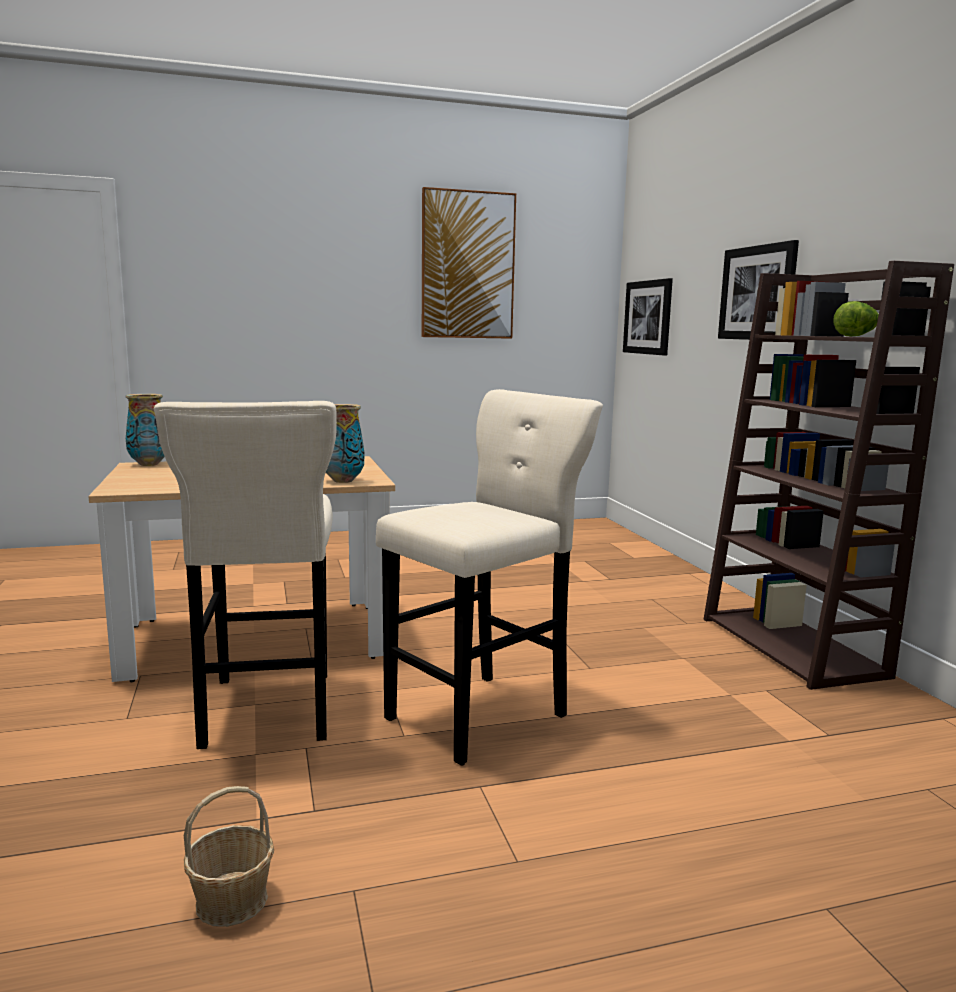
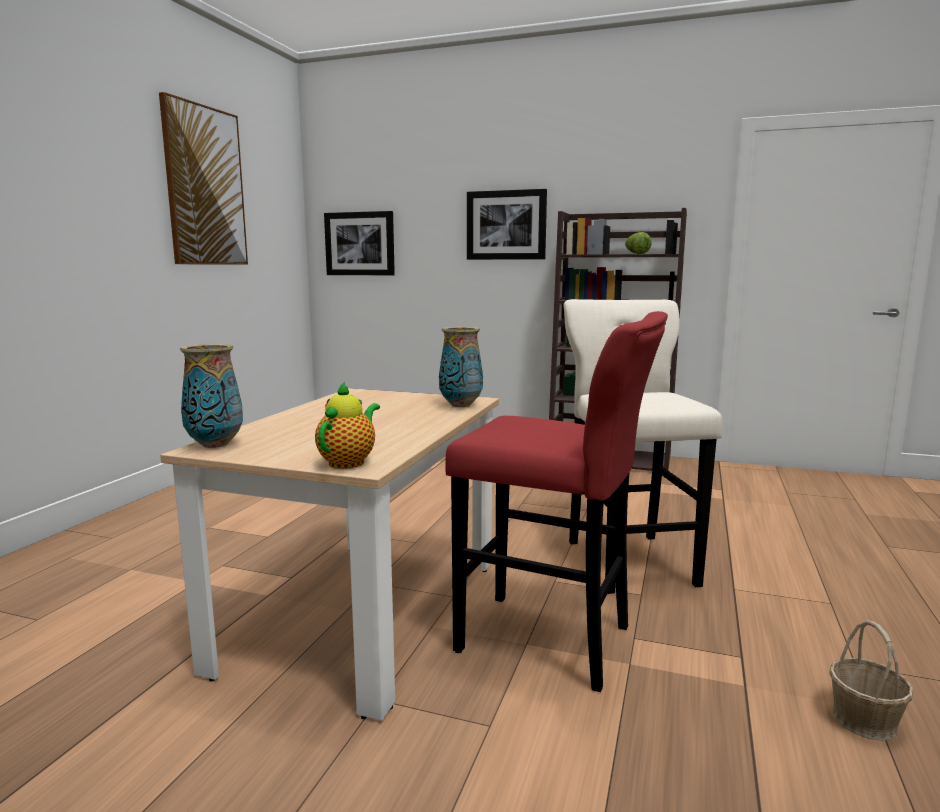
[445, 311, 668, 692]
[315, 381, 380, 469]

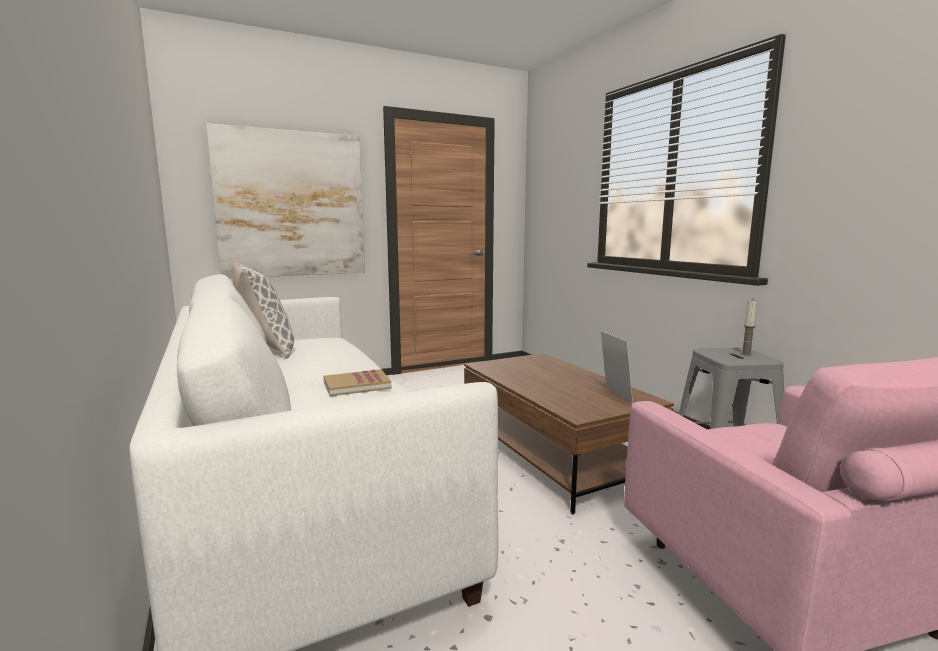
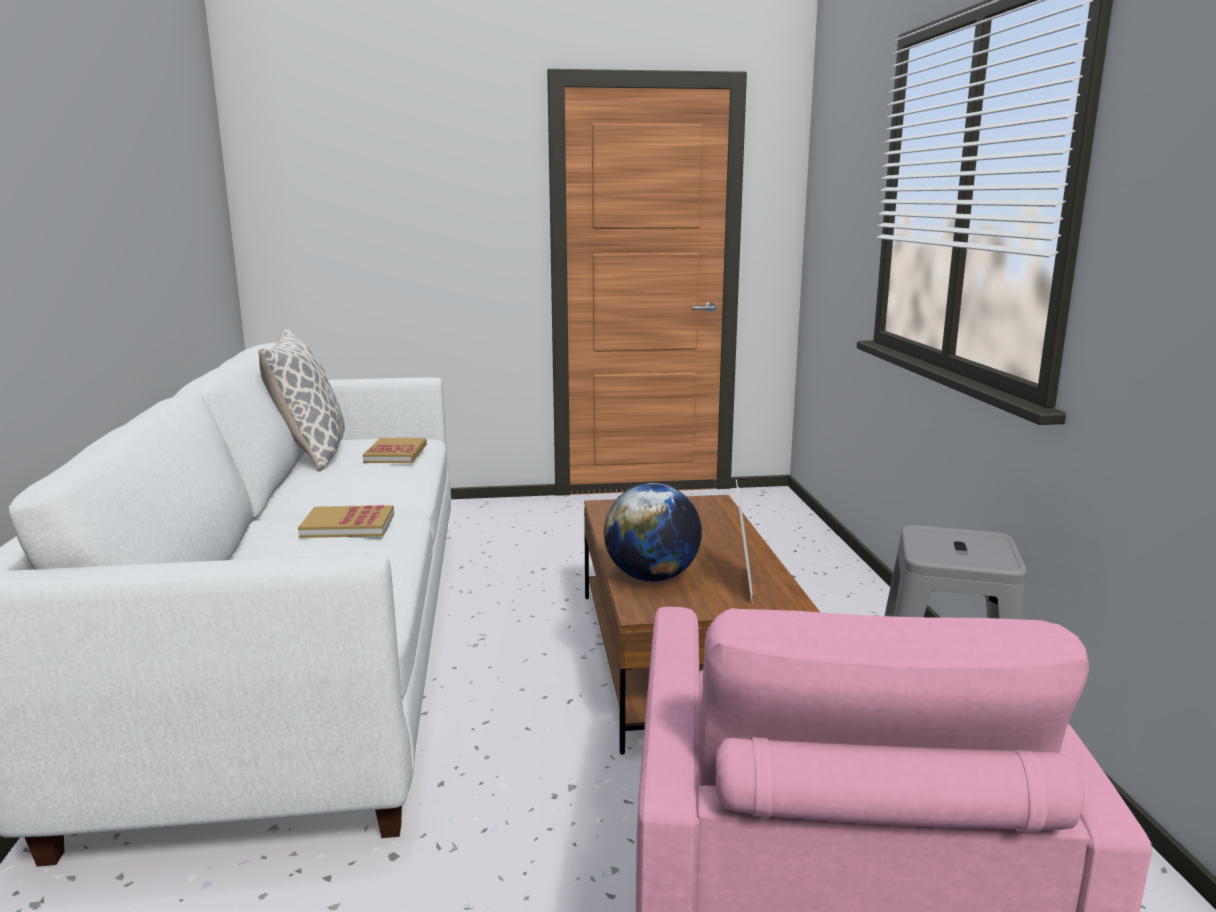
[206, 123, 365, 278] (first image)
[741, 299, 758, 356] (first image)
[363, 438, 427, 463]
[604, 483, 702, 582]

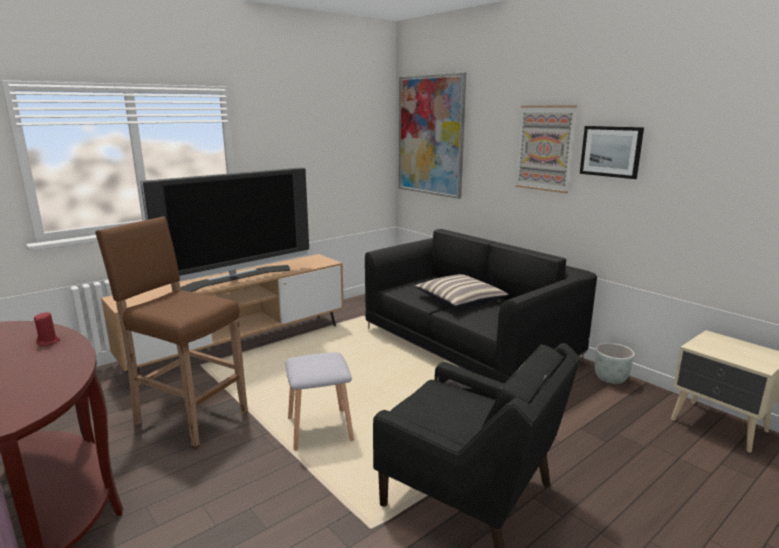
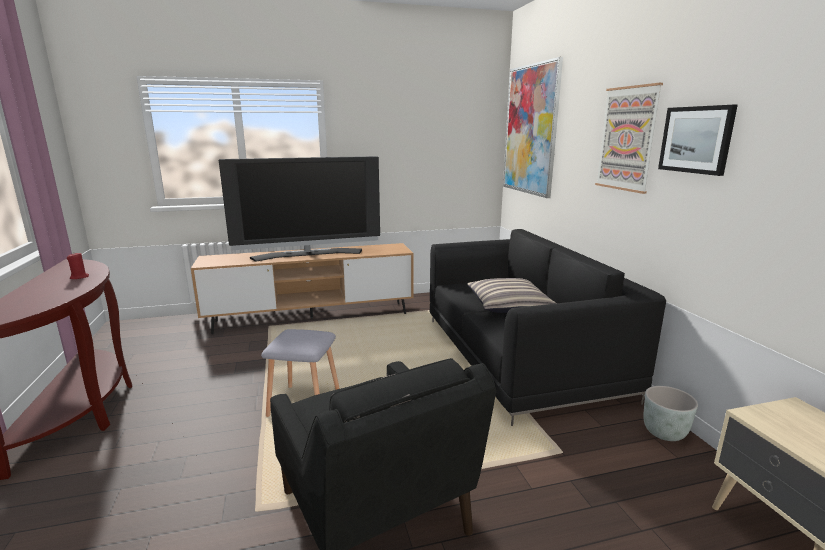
[95, 216, 248, 449] (first image)

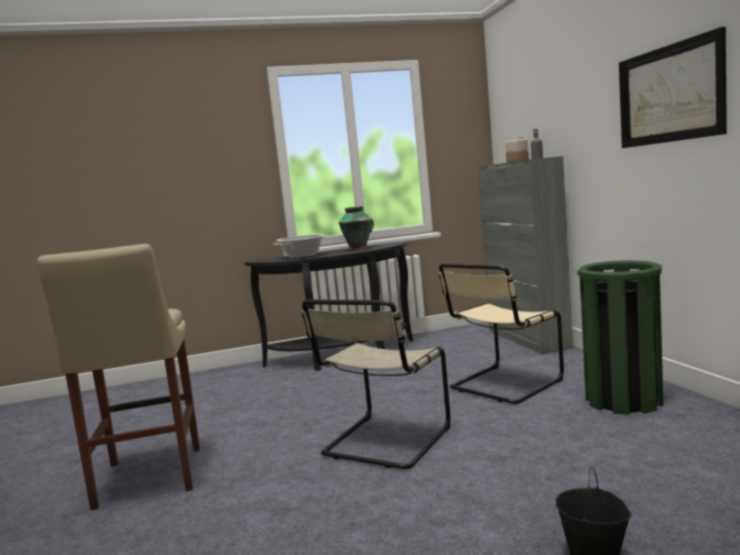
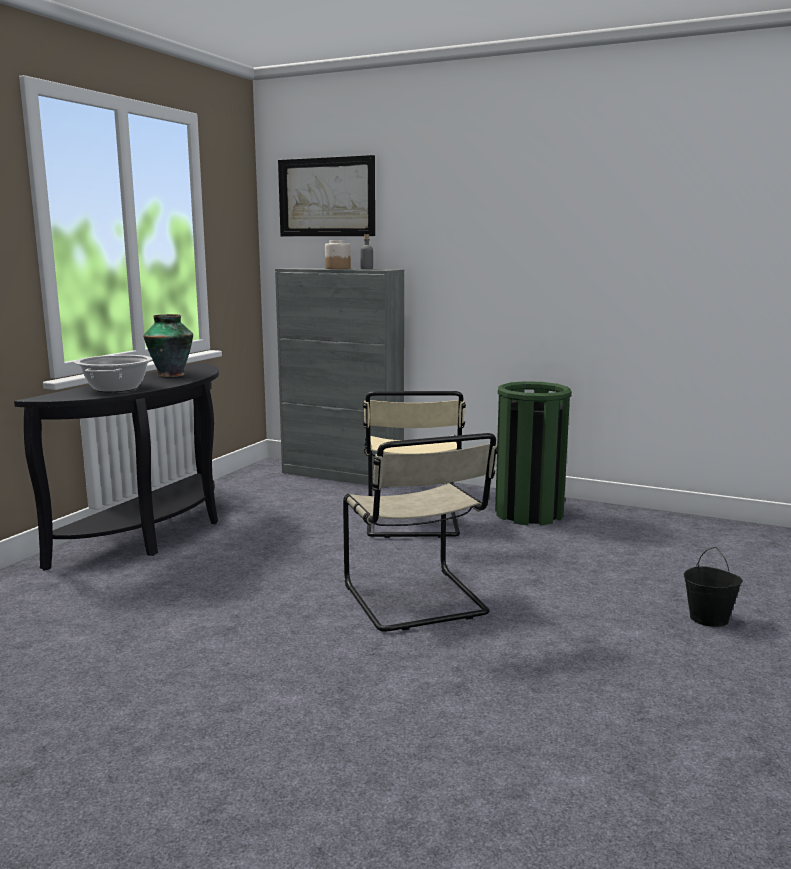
[278, 155, 375, 236]
[37, 244, 200, 510] (first image)

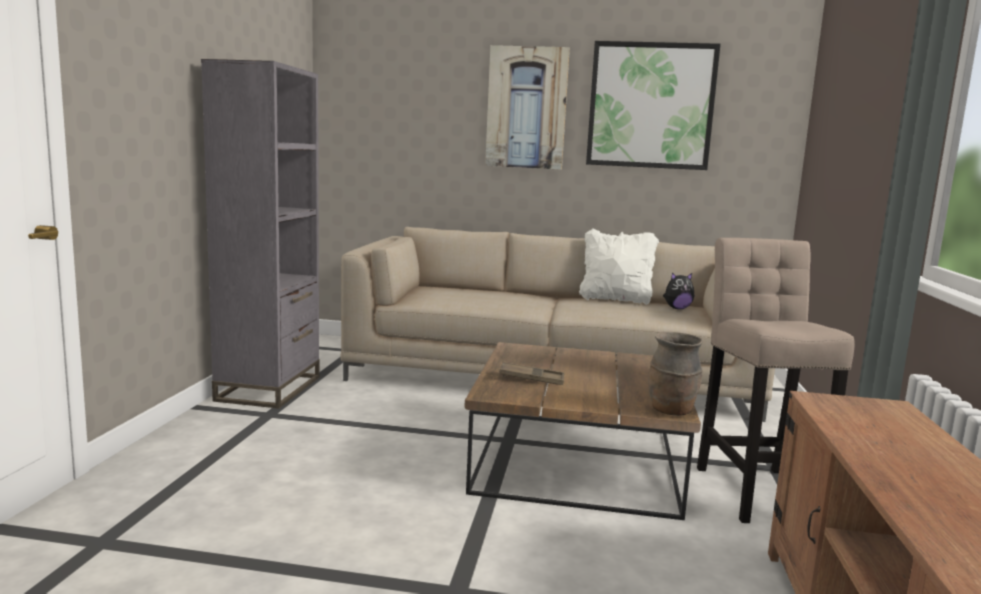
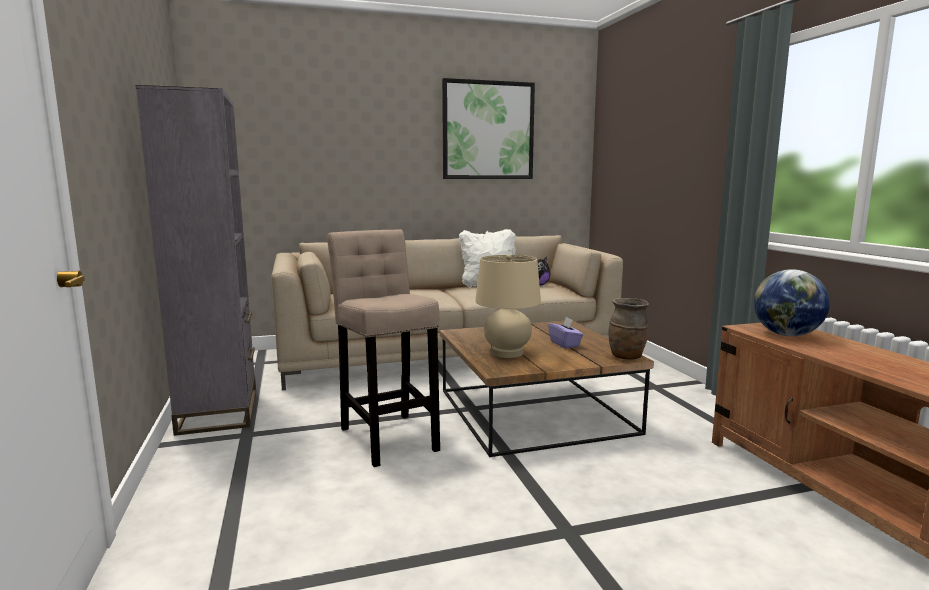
[485, 45, 570, 170] (first image)
[327, 229, 440, 467]
[475, 254, 541, 358]
[754, 269, 830, 336]
[548, 317, 583, 348]

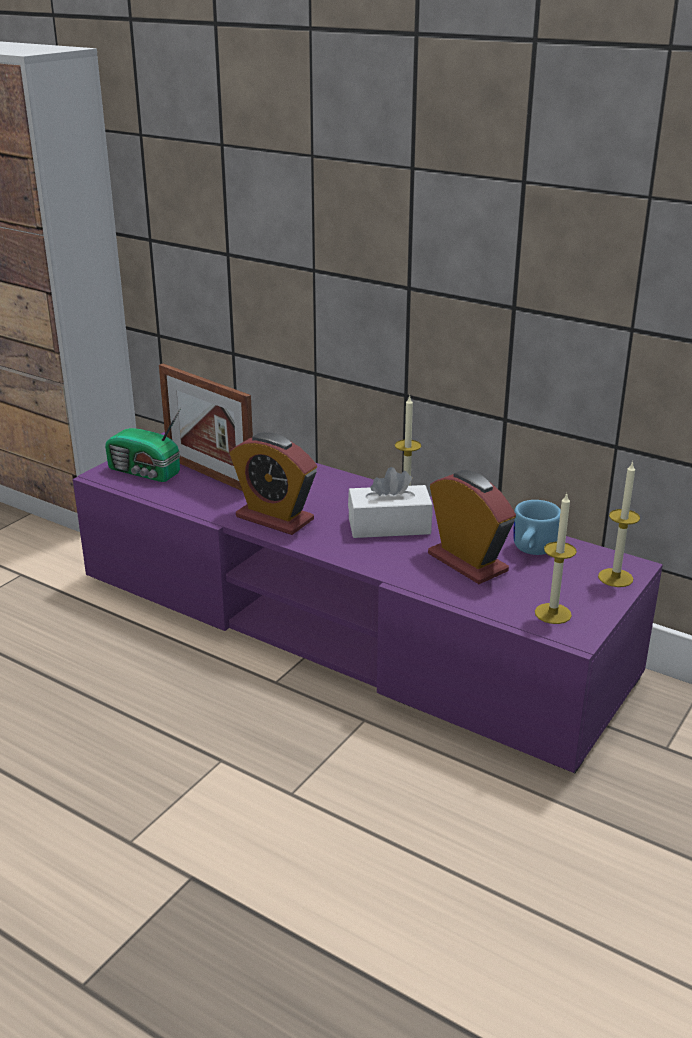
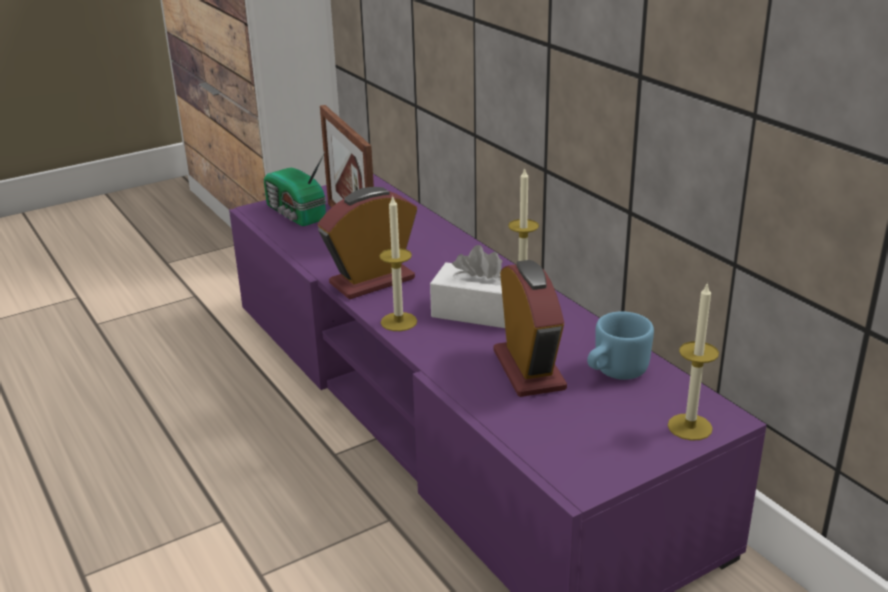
[318, 187, 417, 299]
[379, 195, 417, 331]

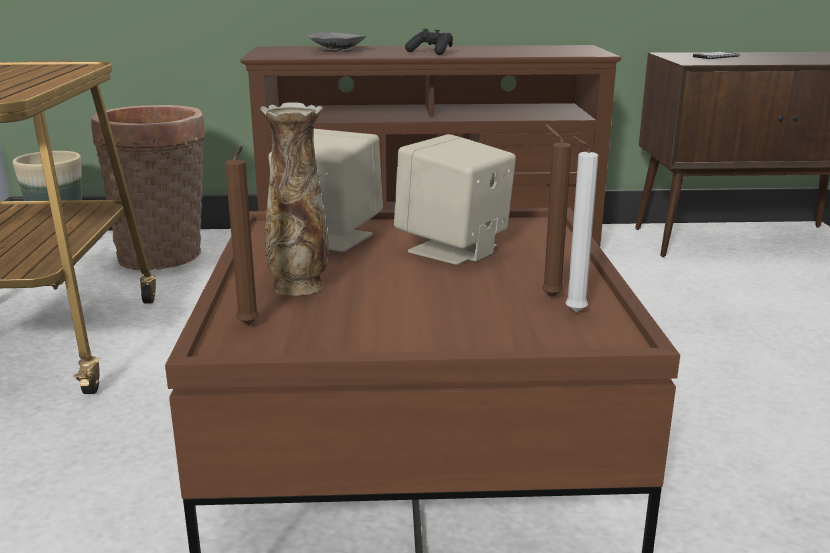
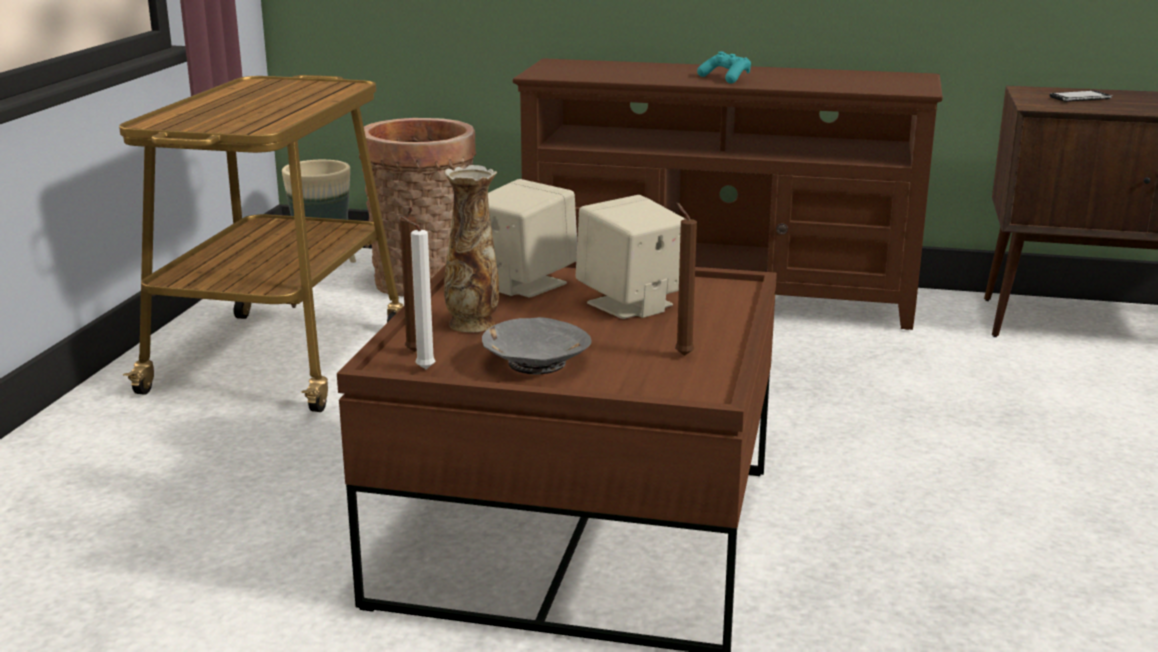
[697, 52, 751, 84]
[482, 317, 592, 374]
[401, 217, 435, 369]

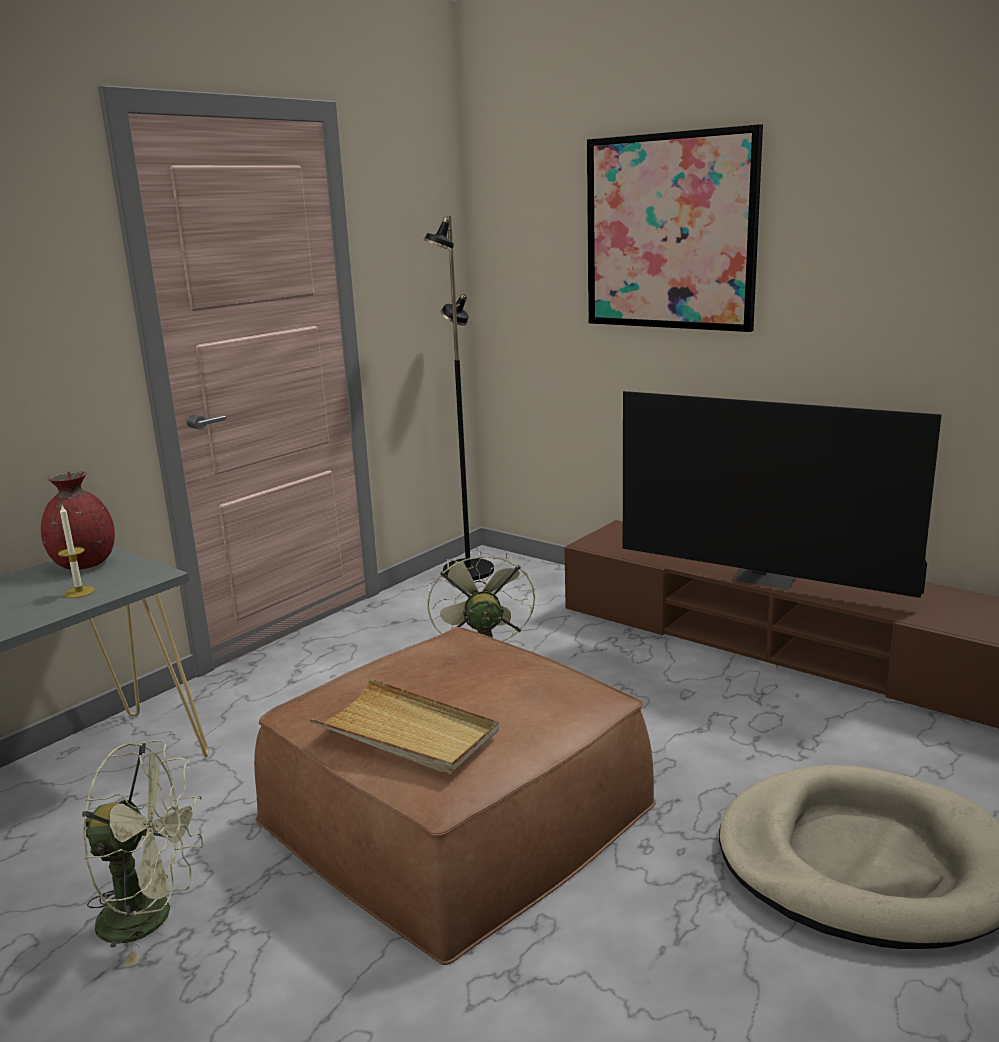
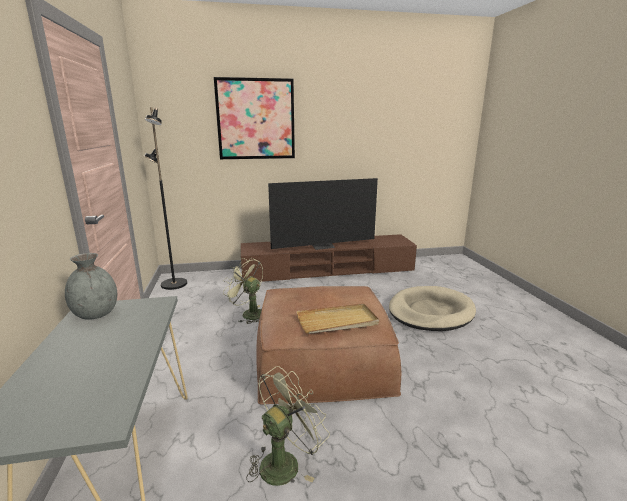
[65, 253, 117, 320]
[58, 506, 95, 598] (first image)

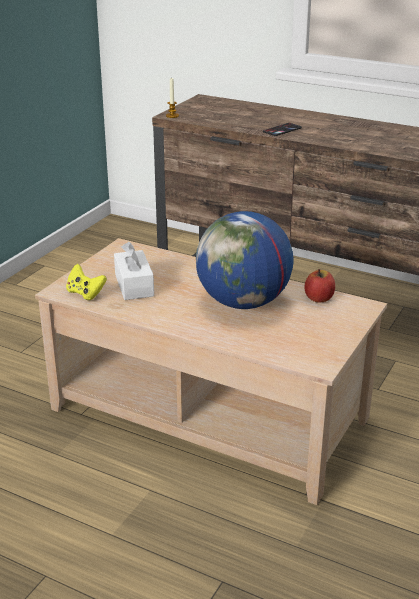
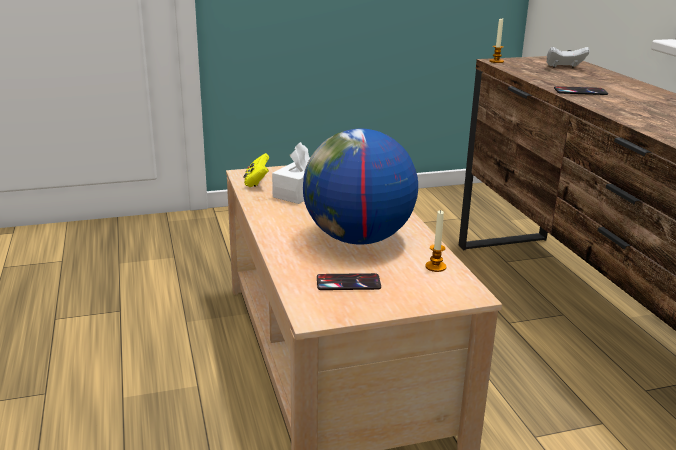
[425, 210, 447, 272]
[547, 47, 590, 68]
[317, 273, 381, 290]

